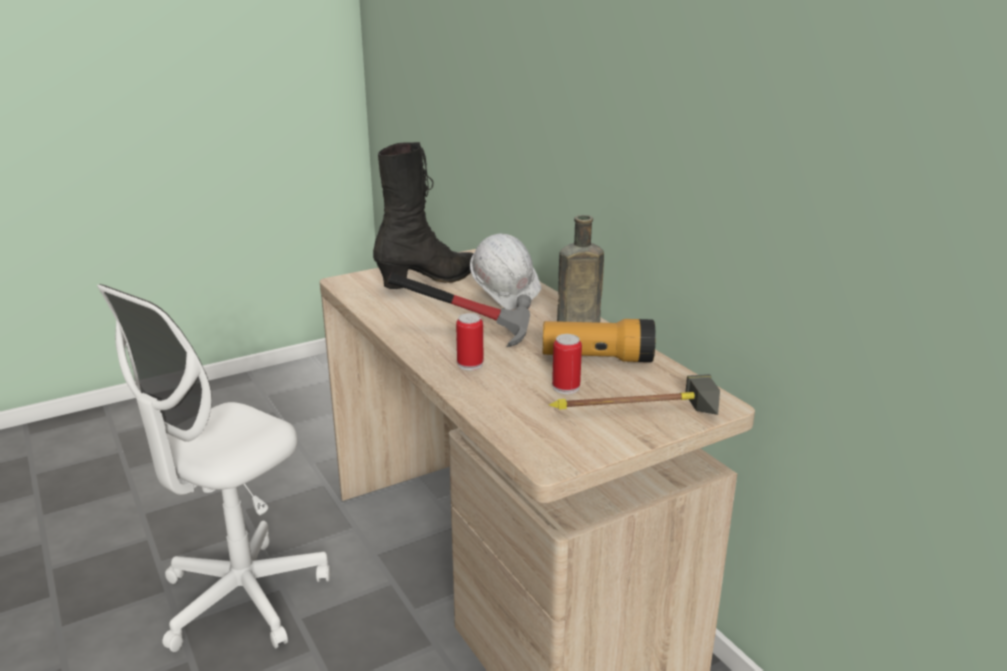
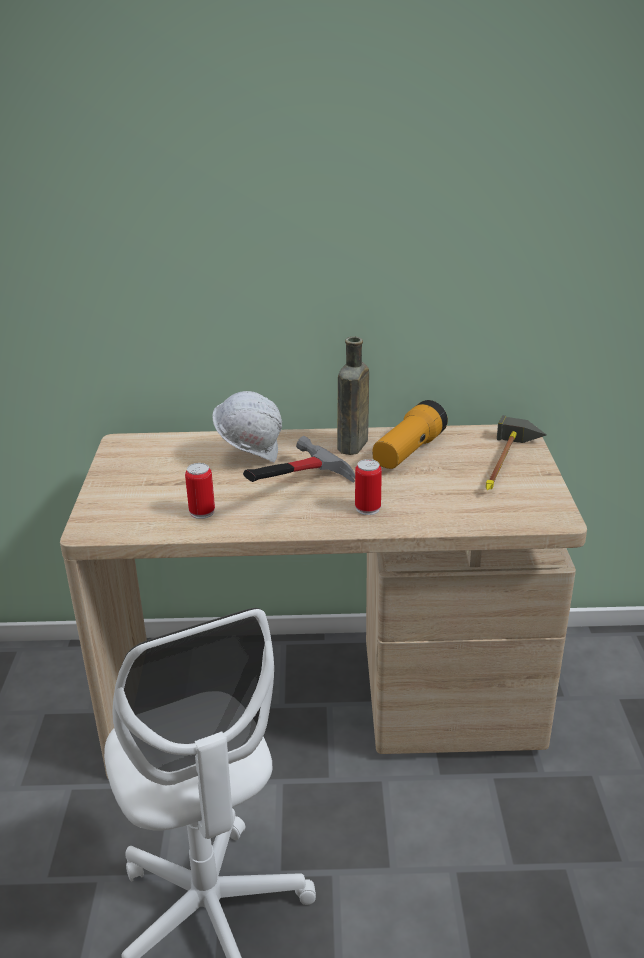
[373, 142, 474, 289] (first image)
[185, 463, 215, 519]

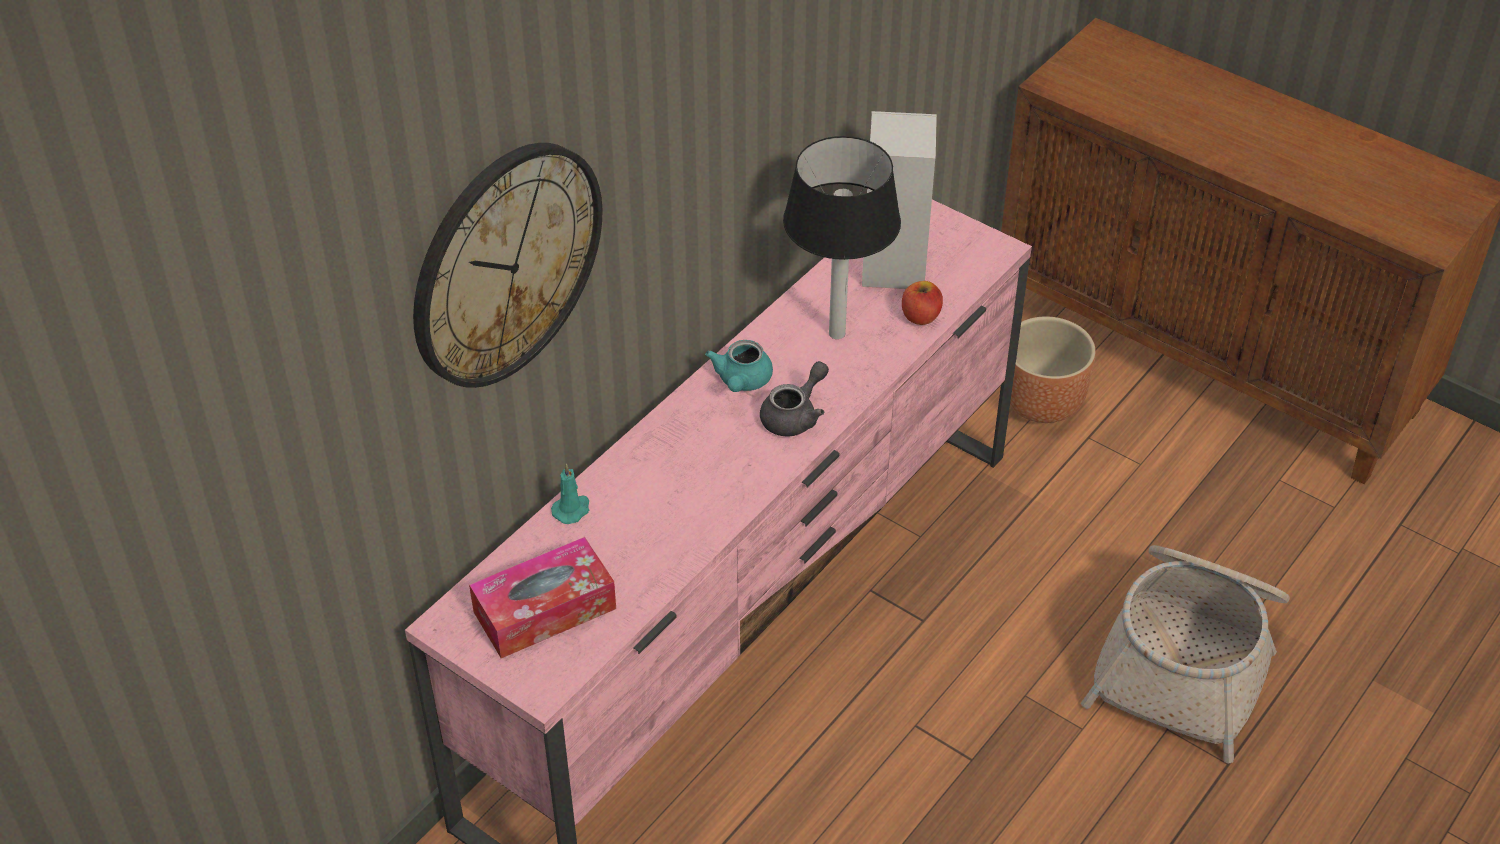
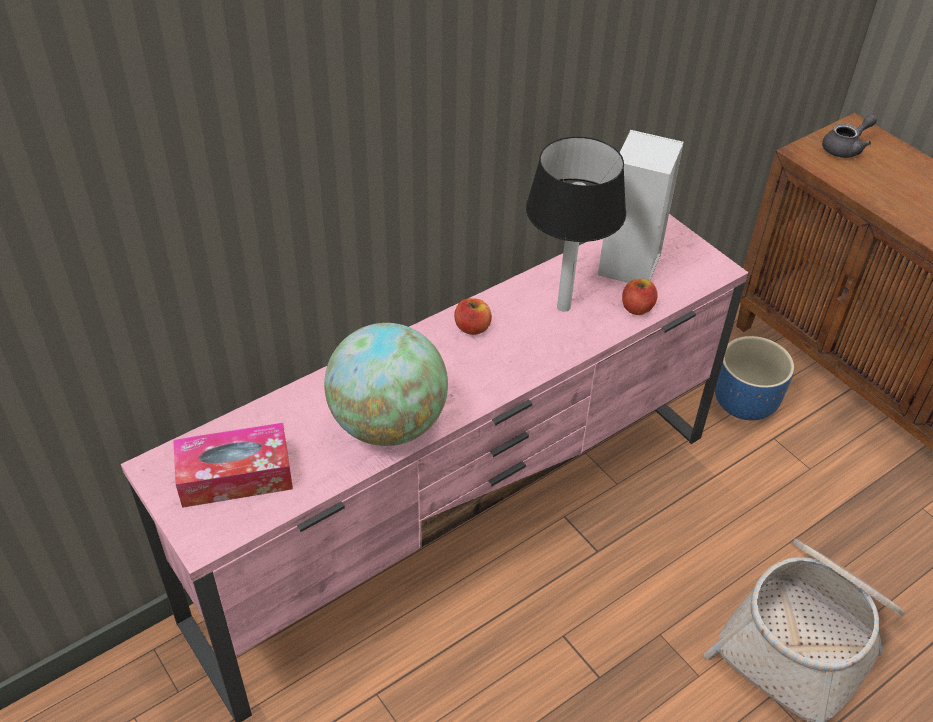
[413, 143, 603, 388] (first image)
[715, 336, 794, 420]
[454, 298, 492, 335]
[822, 114, 877, 158]
[551, 464, 589, 524] (first image)
[324, 323, 448, 446]

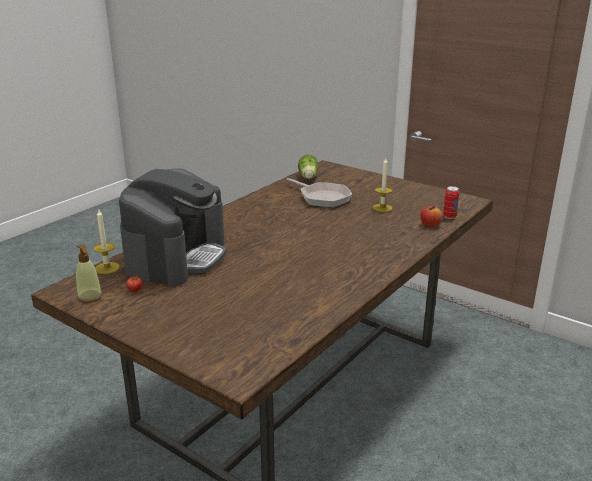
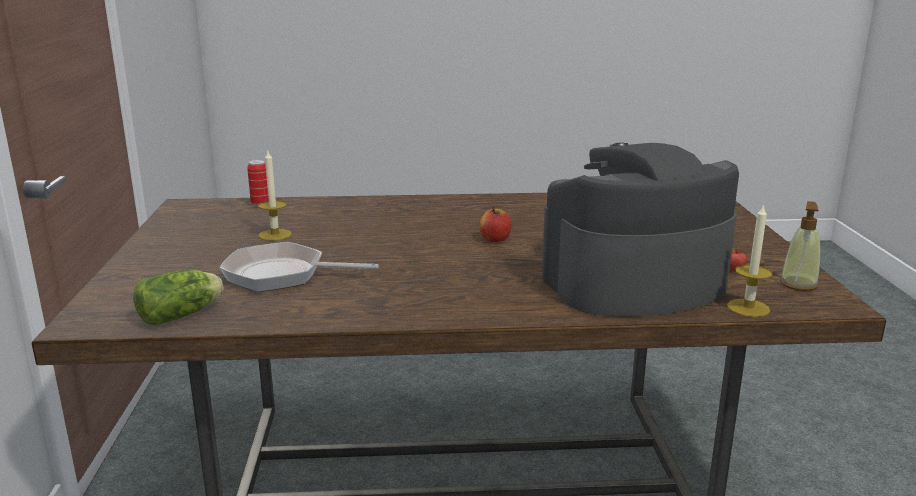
[219, 242, 379, 292]
[479, 207, 512, 242]

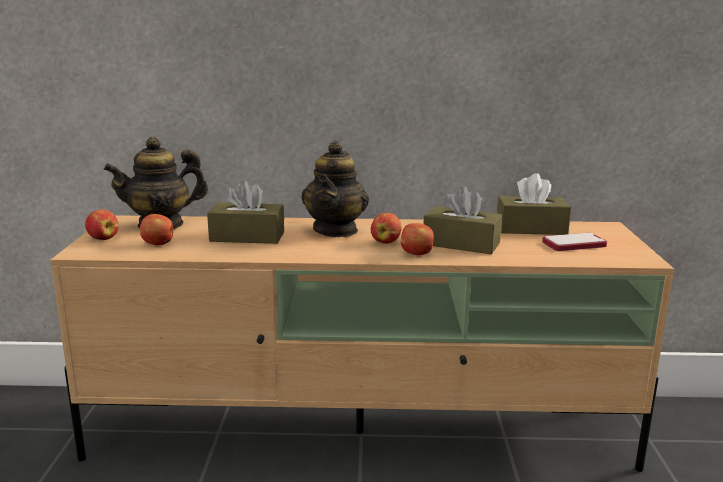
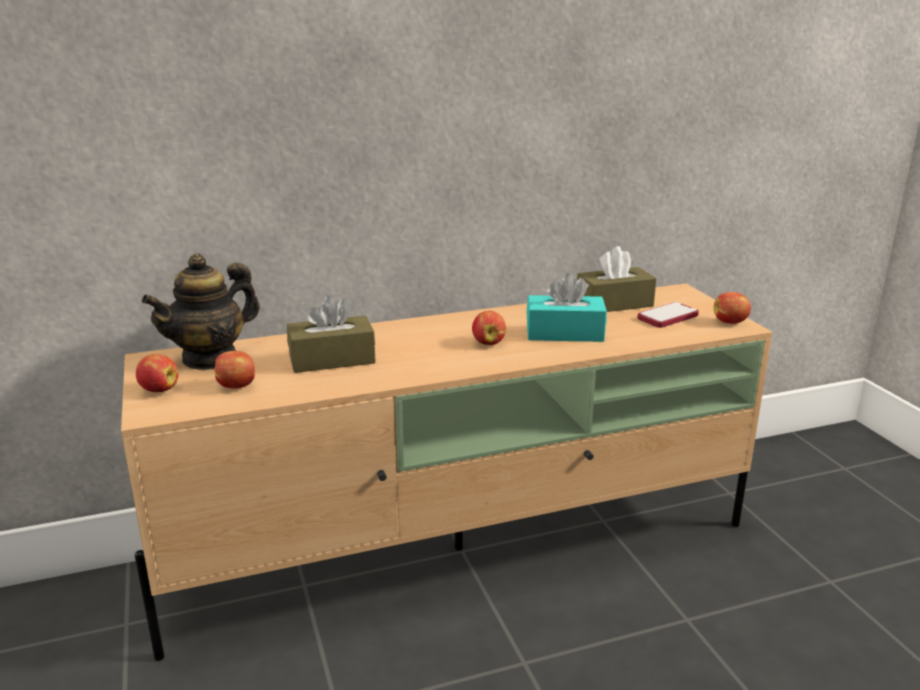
[301, 141, 369, 237] (first image)
[526, 273, 607, 342]
[714, 292, 751, 324]

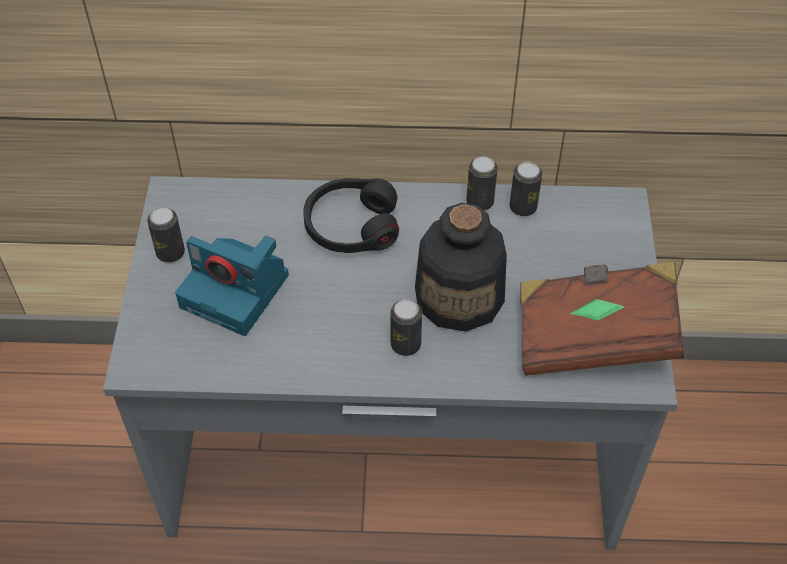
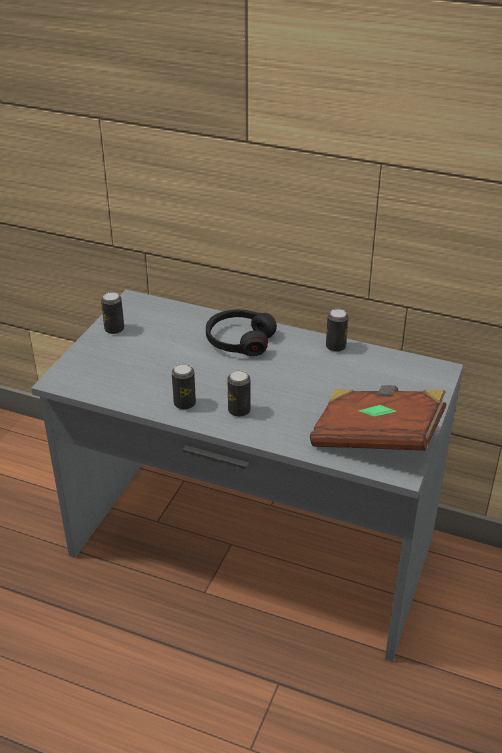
[172, 364, 196, 410]
[415, 203, 507, 332] (first image)
[175, 236, 289, 336] (first image)

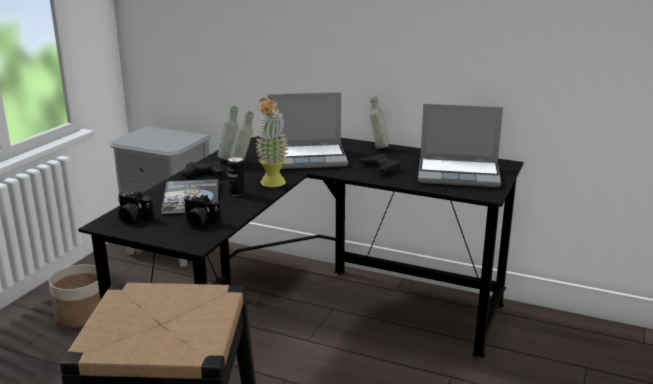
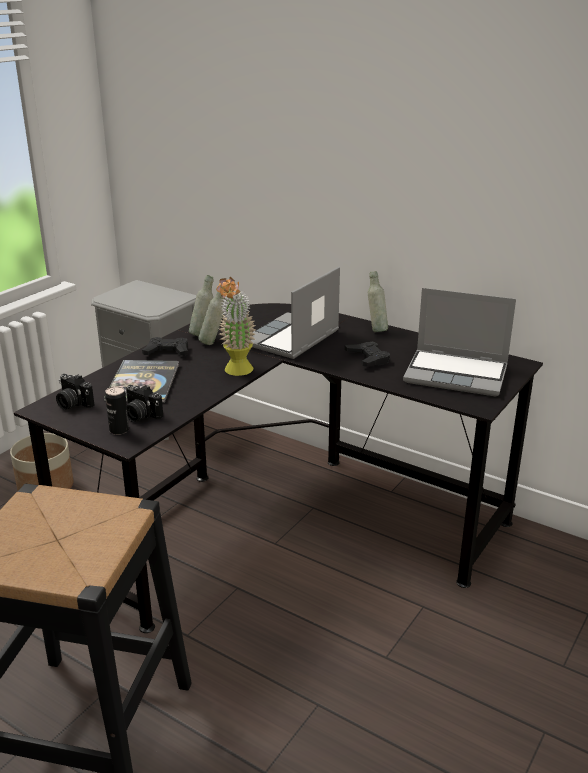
[251, 267, 340, 359]
[105, 386, 129, 435]

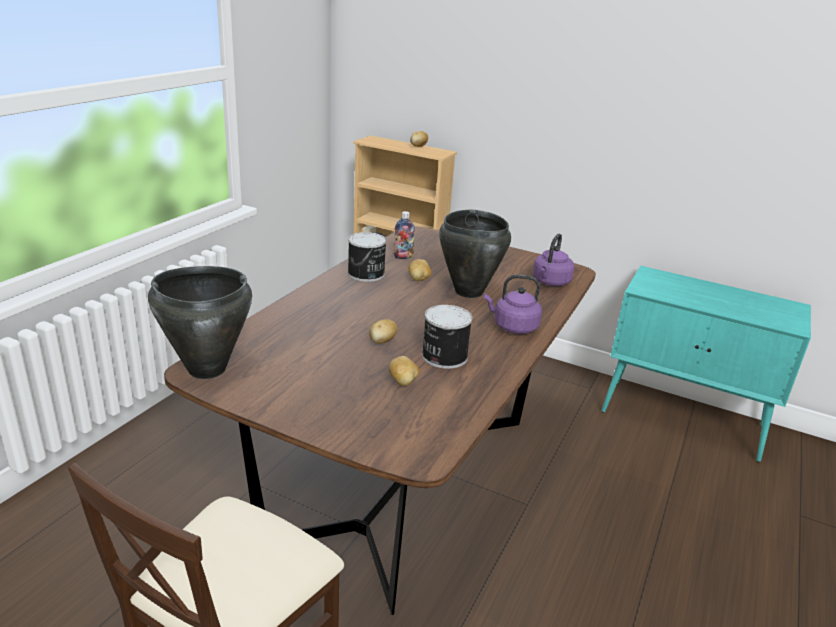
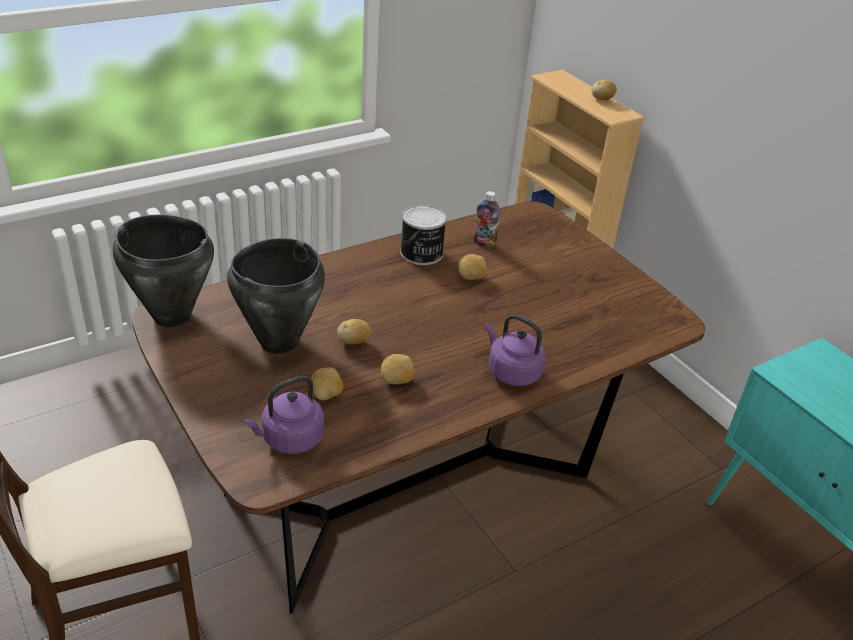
[227, 238, 325, 354]
[243, 376, 324, 454]
[381, 354, 414, 384]

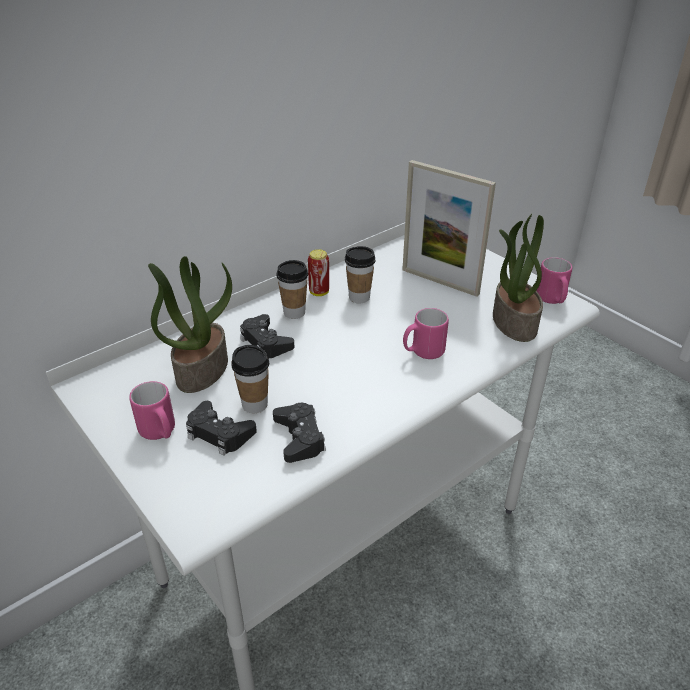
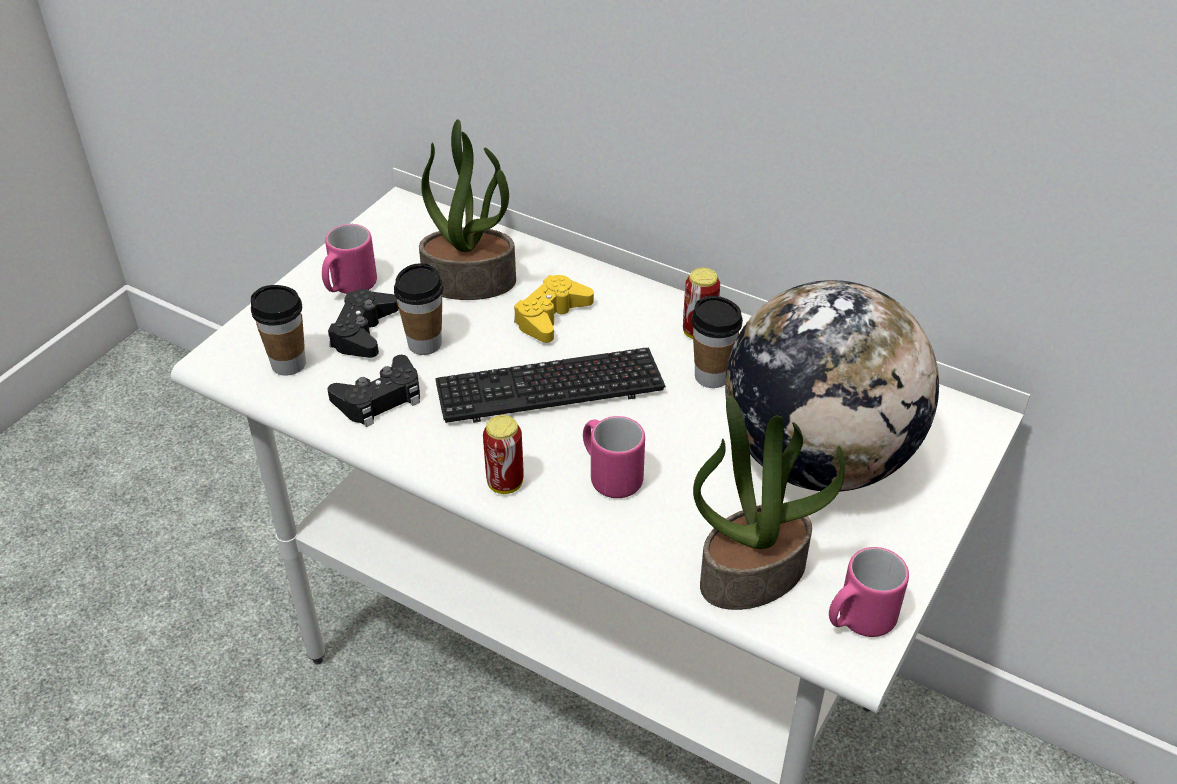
[725, 280, 939, 492]
[251, 285, 306, 376]
[514, 275, 594, 343]
[435, 347, 665, 423]
[483, 415, 524, 494]

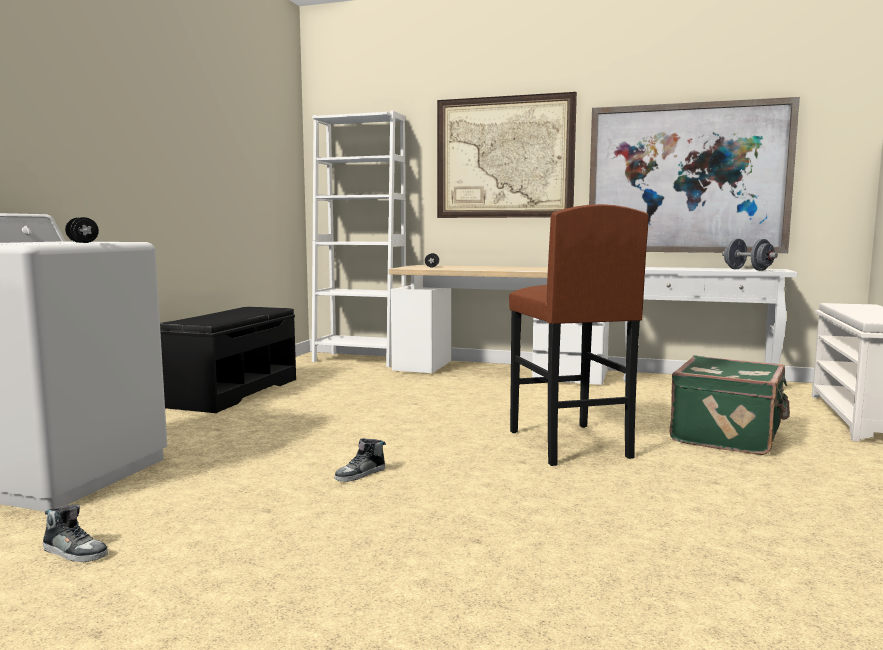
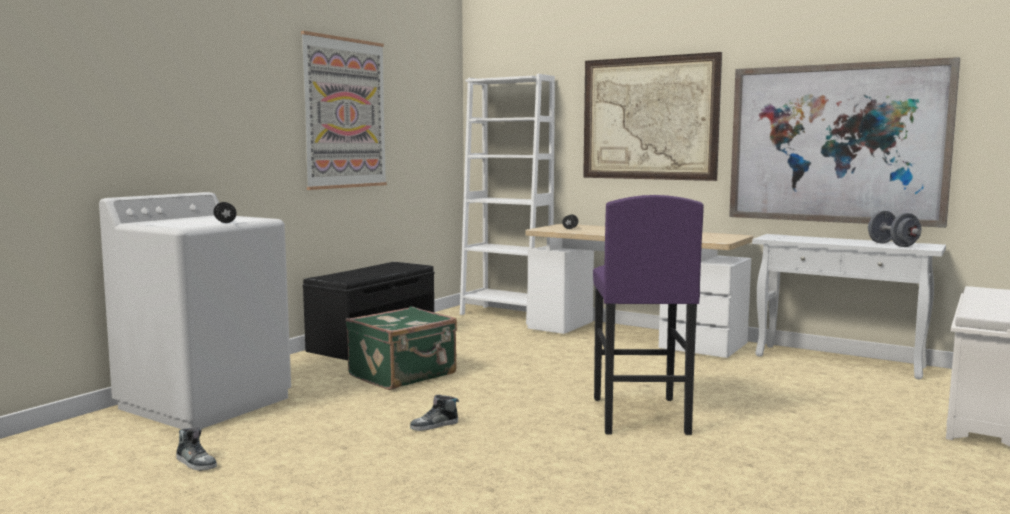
[593, 195, 704, 435]
[346, 306, 457, 390]
[301, 31, 387, 190]

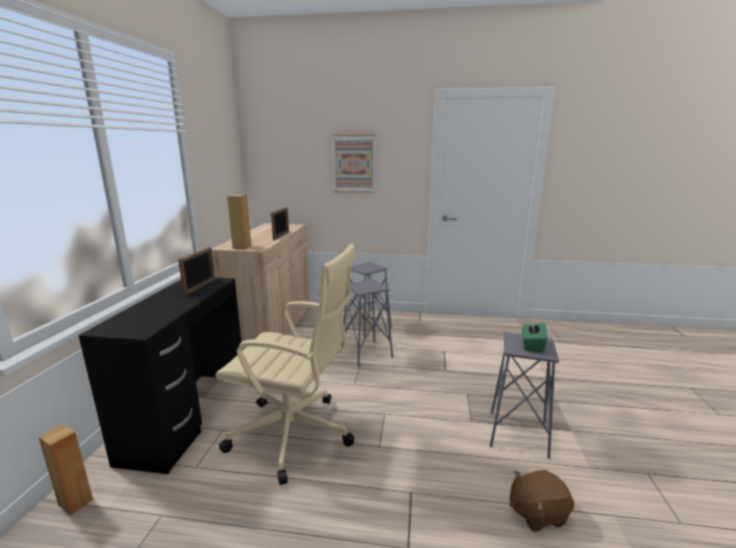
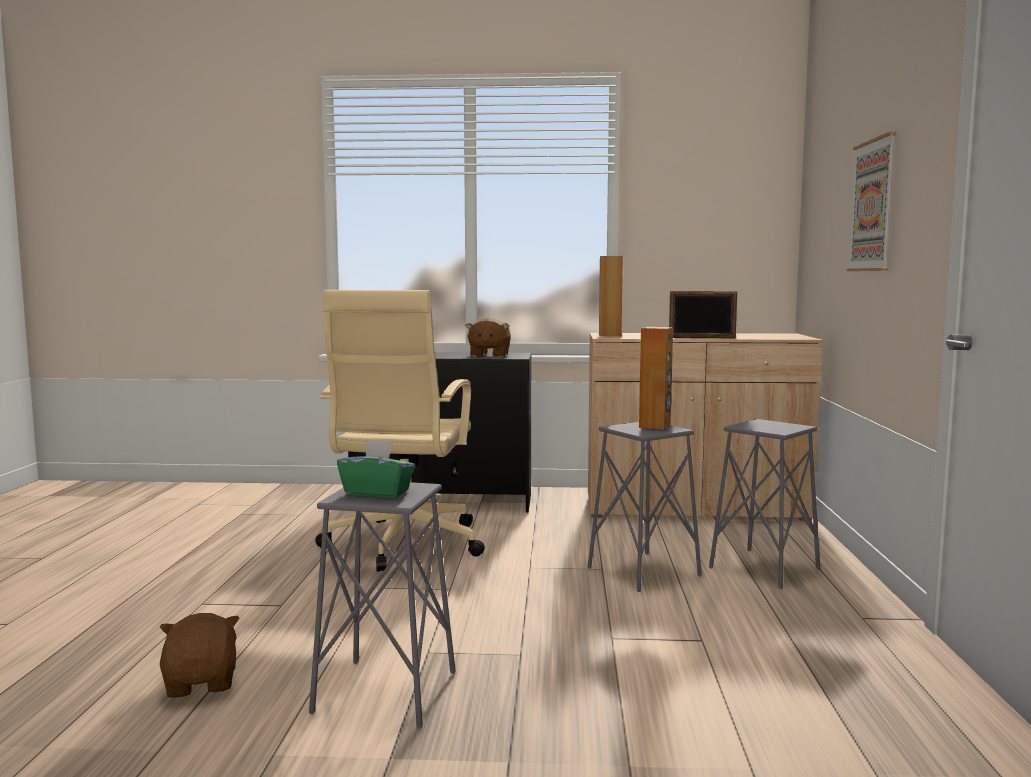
[465, 317, 511, 358]
[639, 327, 673, 430]

